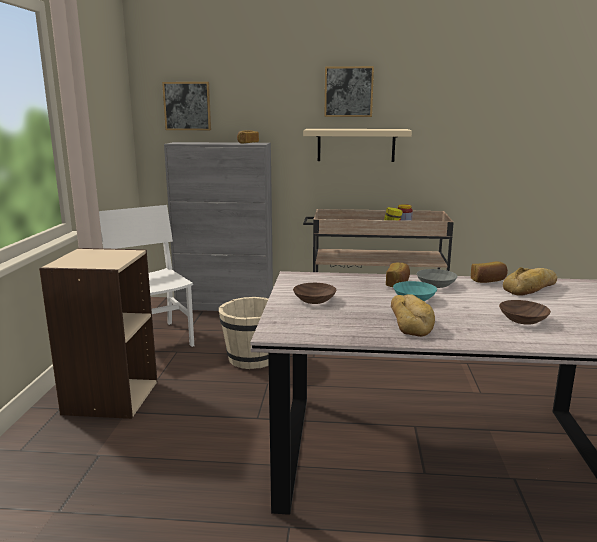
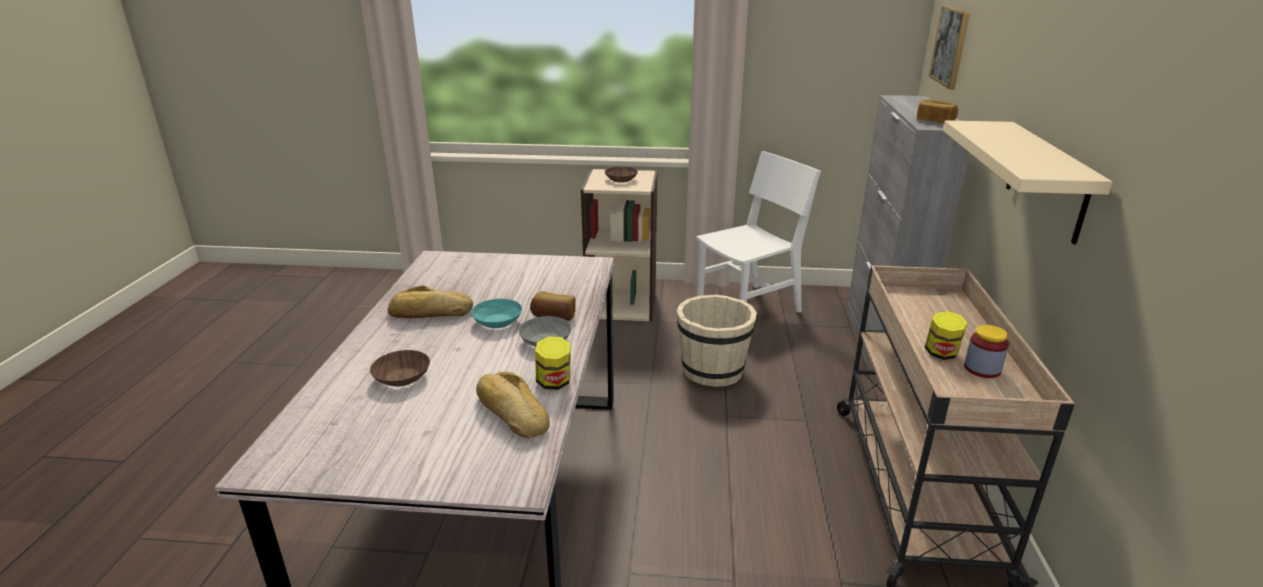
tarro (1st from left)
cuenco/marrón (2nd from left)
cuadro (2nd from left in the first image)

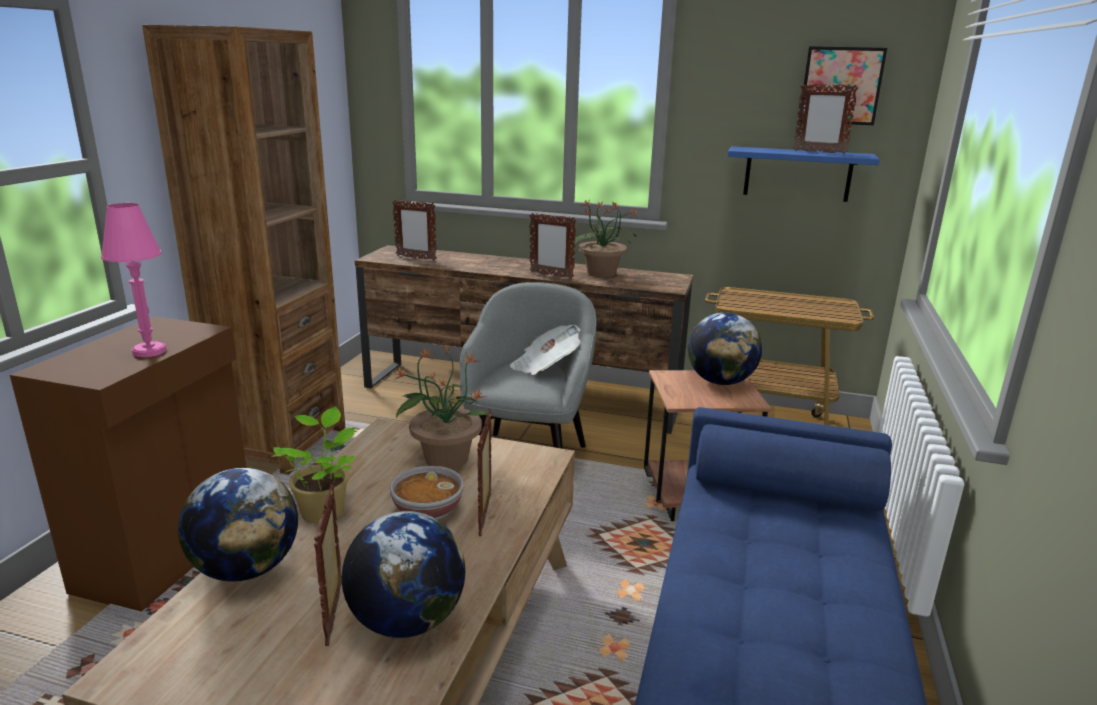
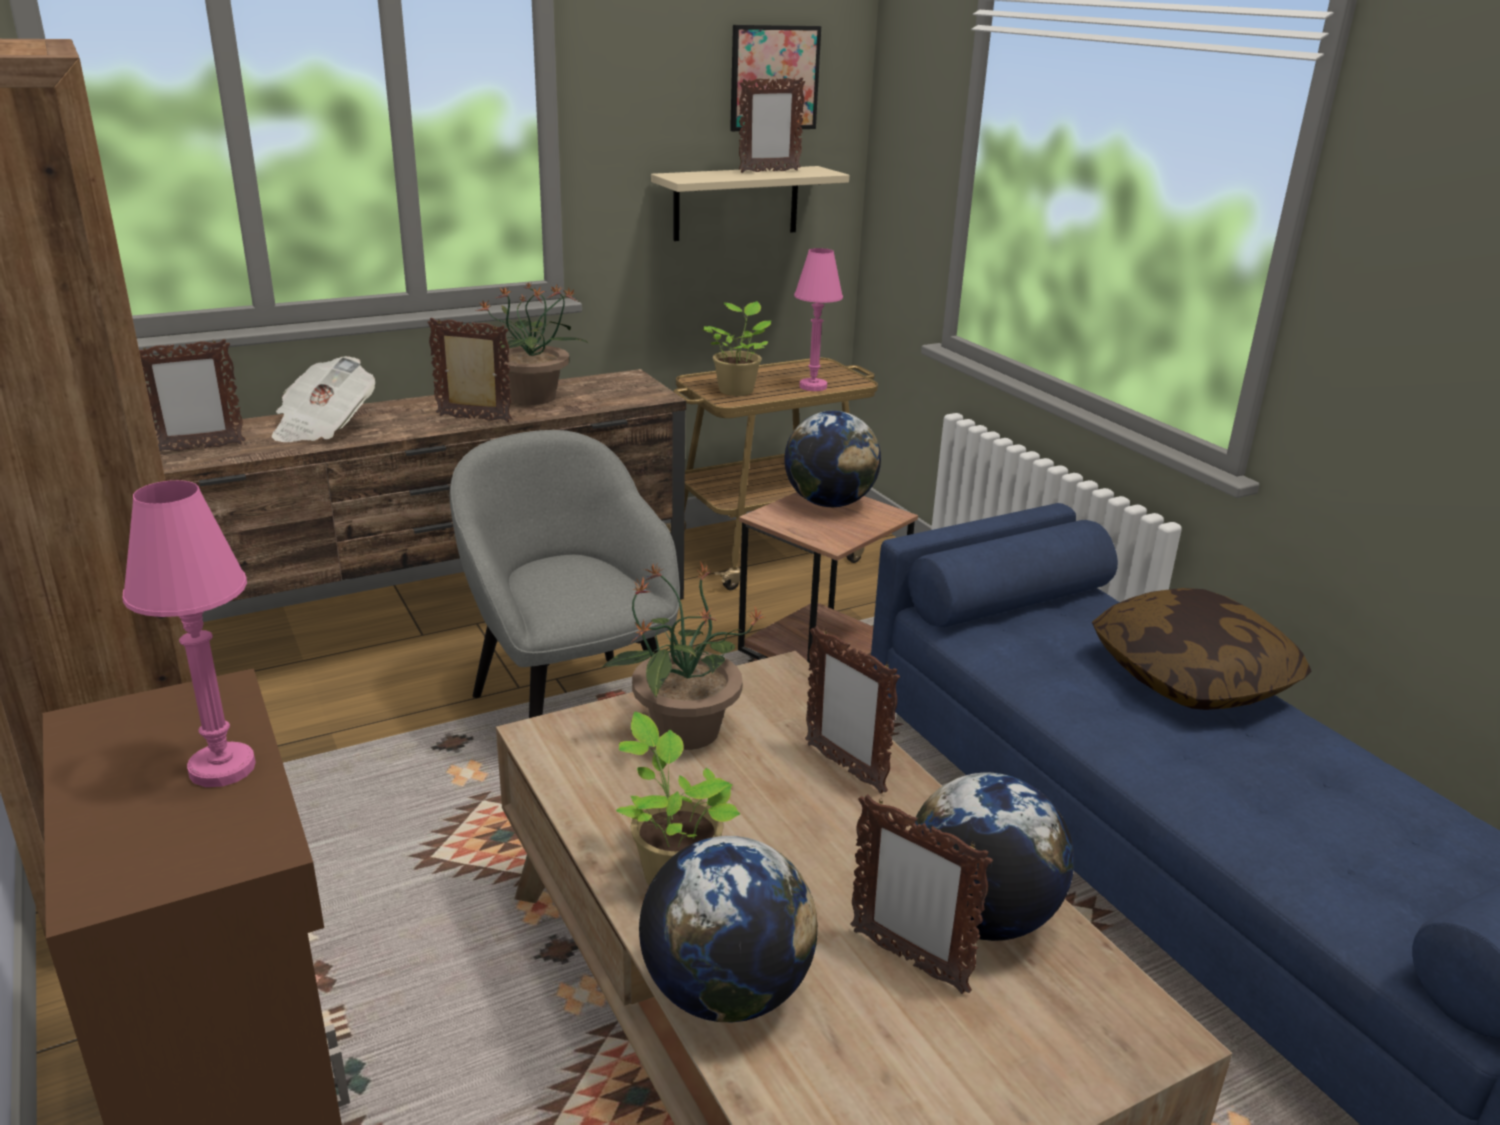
periódico
portarretratos (2nd from left)
estante/beis
planta en maceta (4th from left)
lámpara de mesa/rosa (2nd from left)
cojín
cuenco

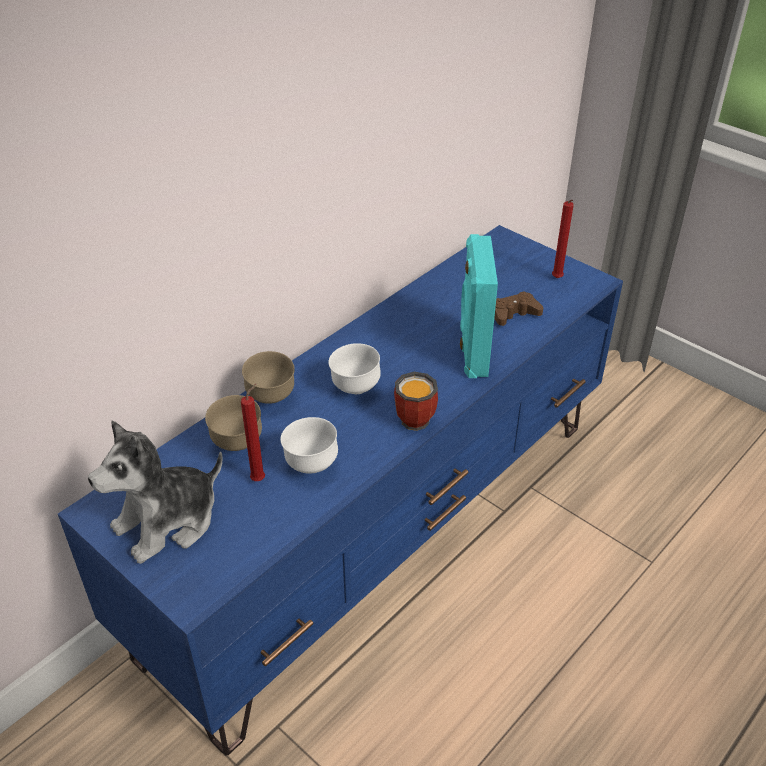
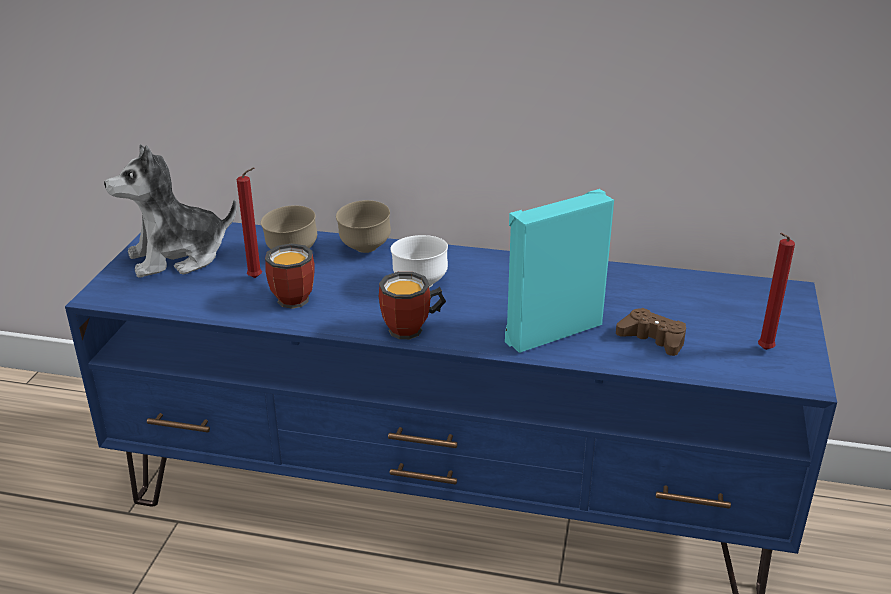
peluche
taza grande (1st from left)

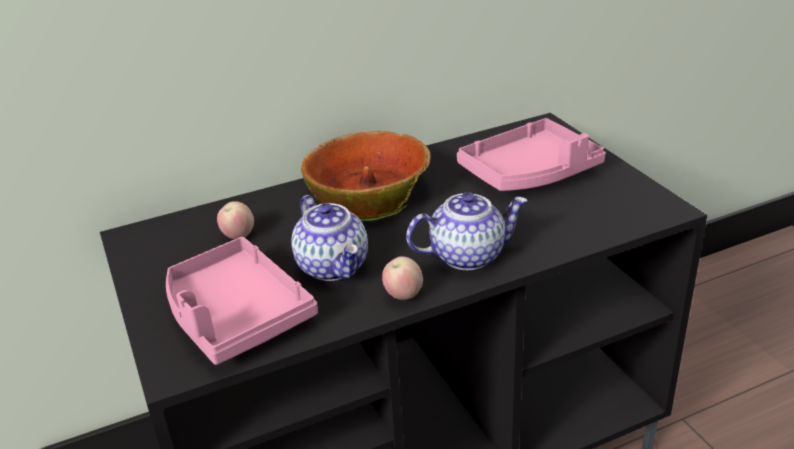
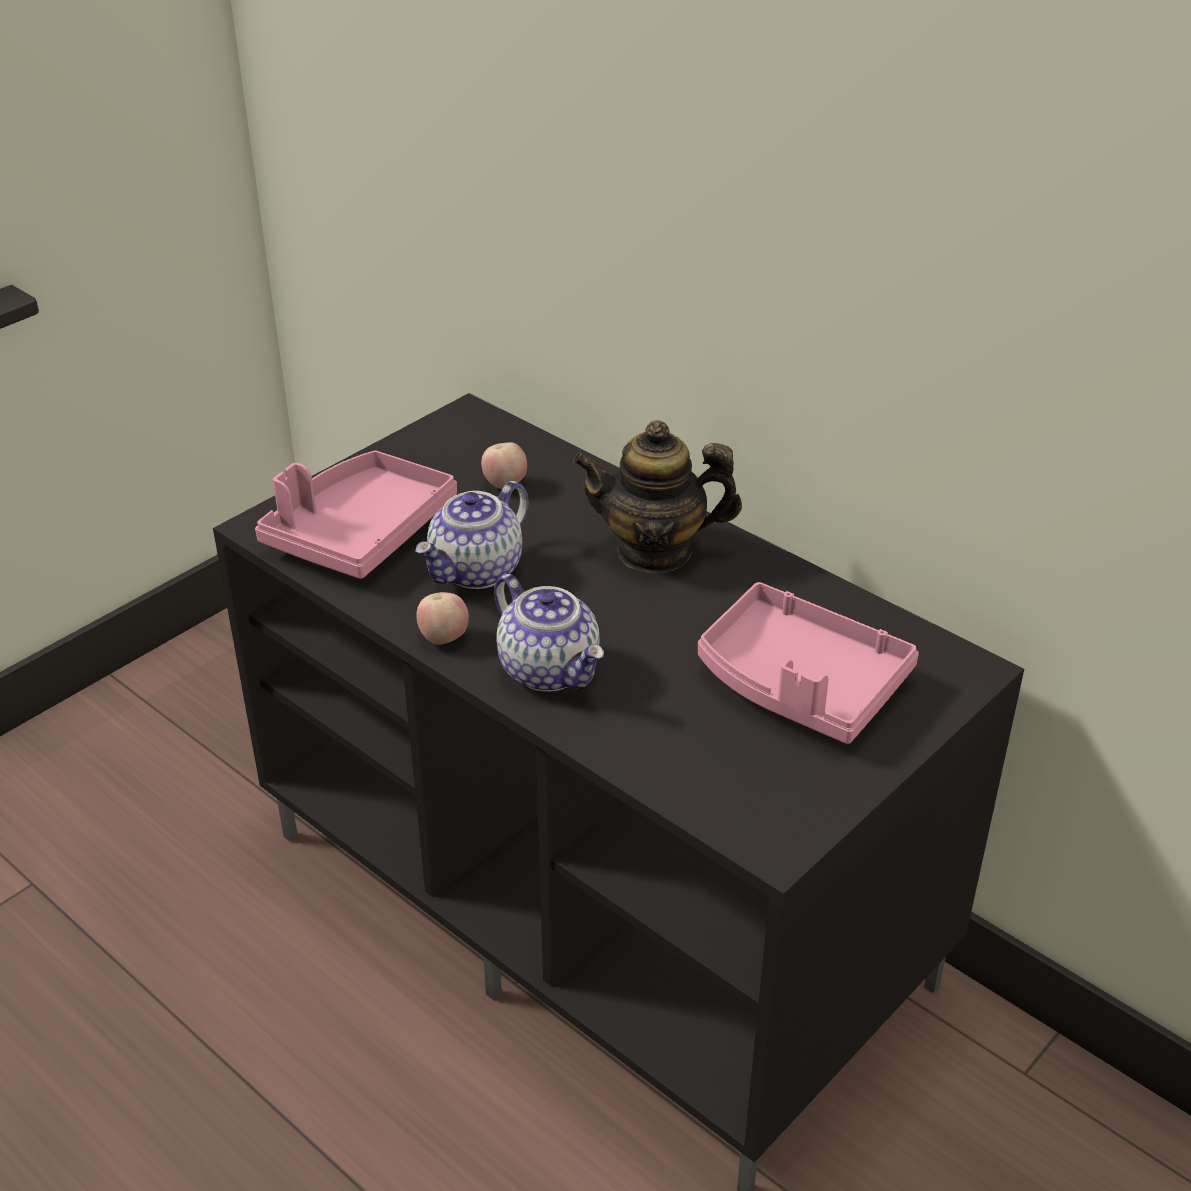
tetera (3rd from left)

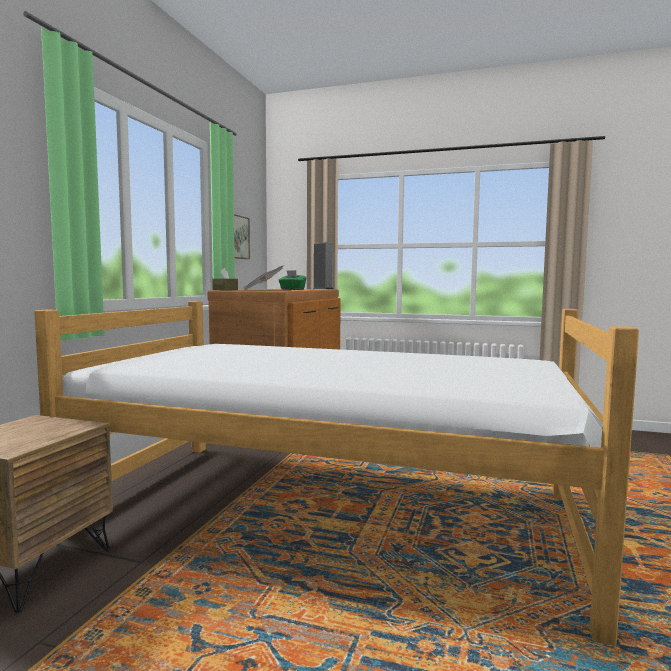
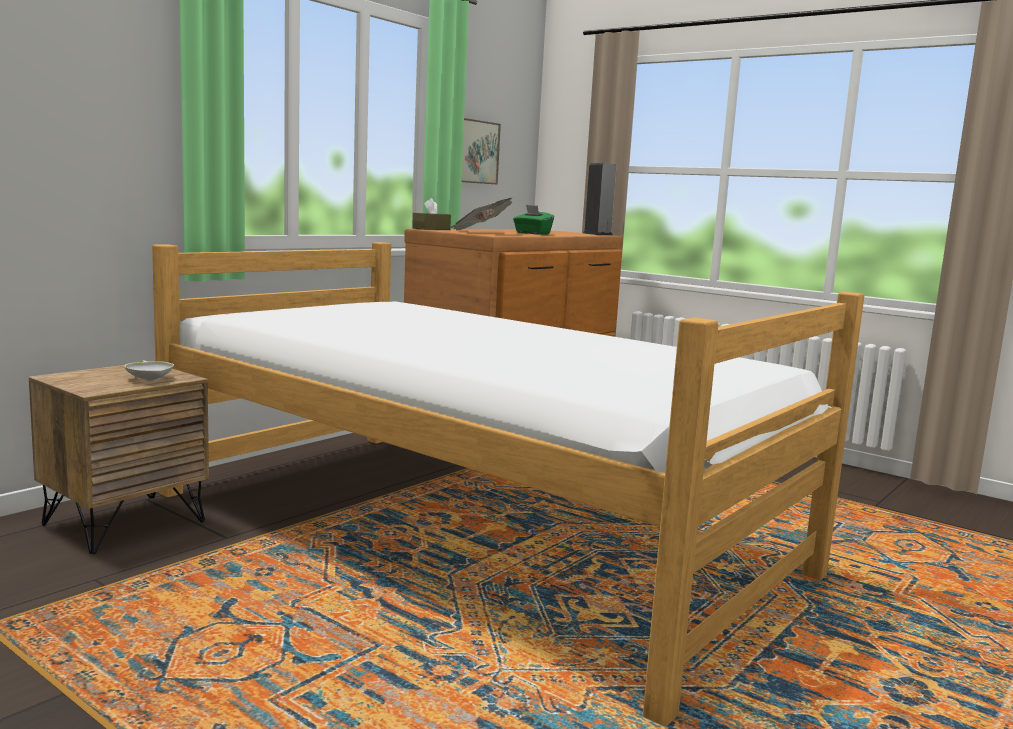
cuenco/blanco

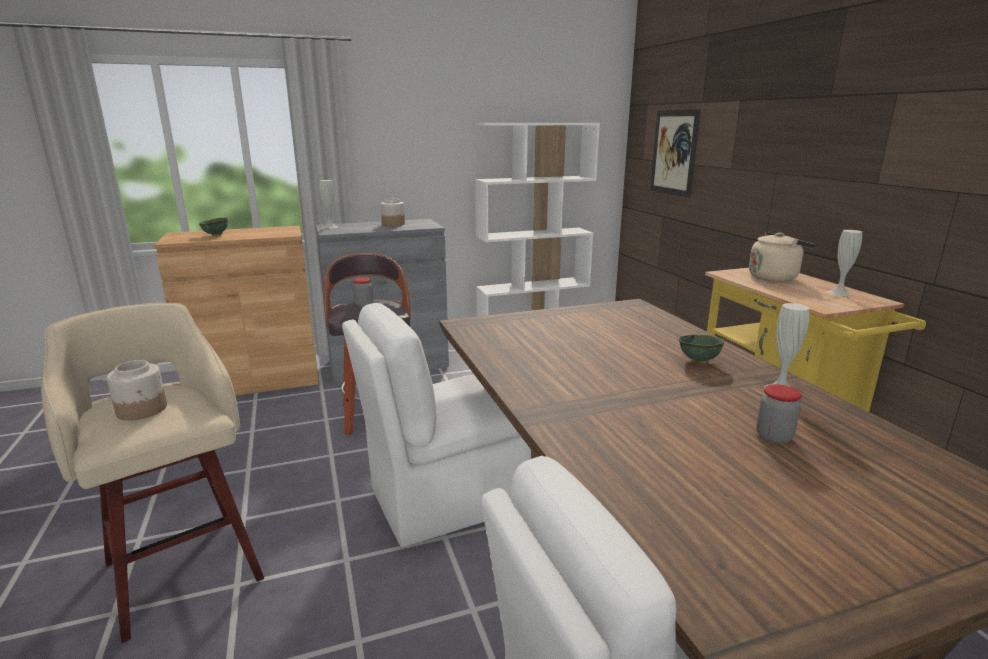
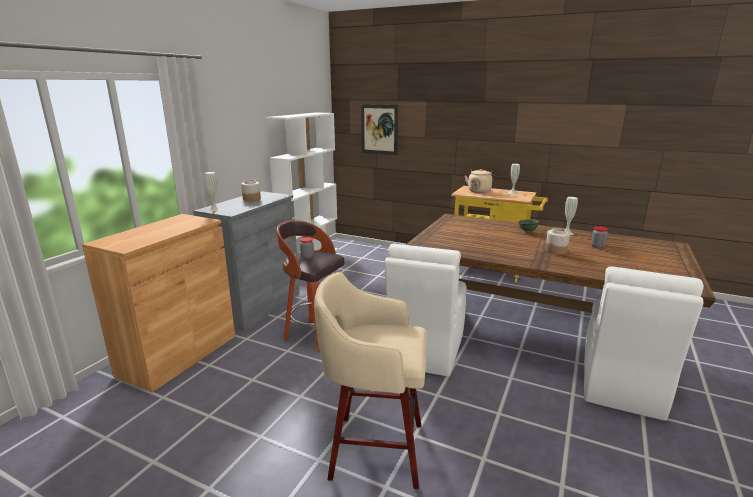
tarro (3rd from left)
cuenco/verde (1st from left in the first image)

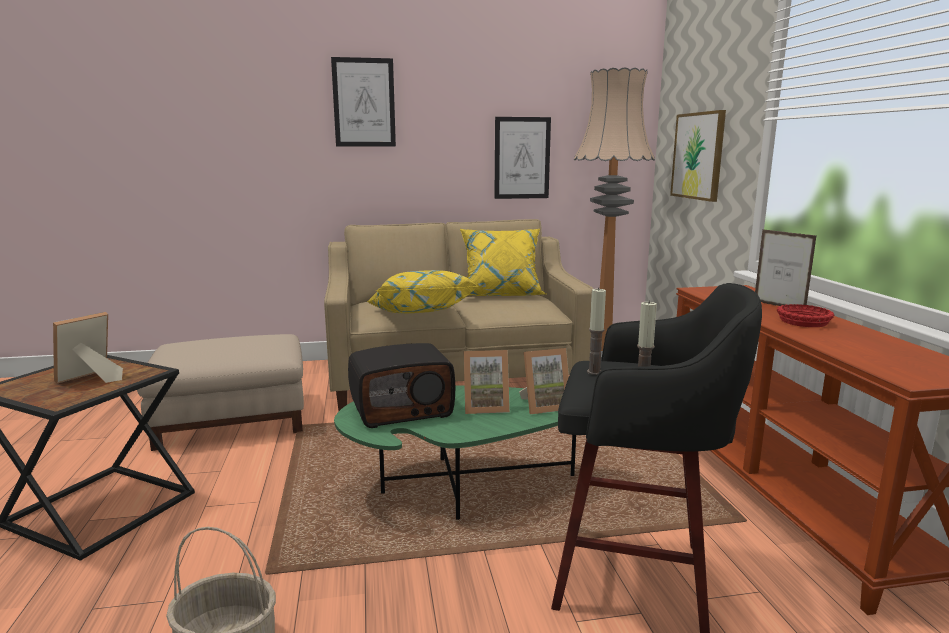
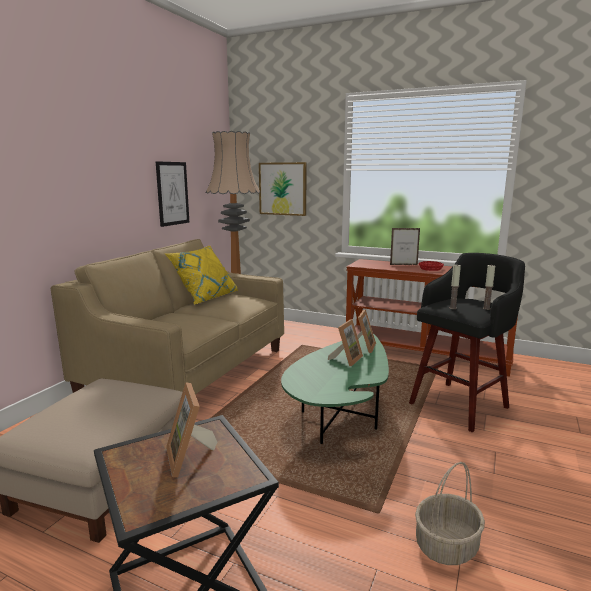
cuadro (1st from left in the first image)
radio
cojín/amarillo (1st from left in the first image)

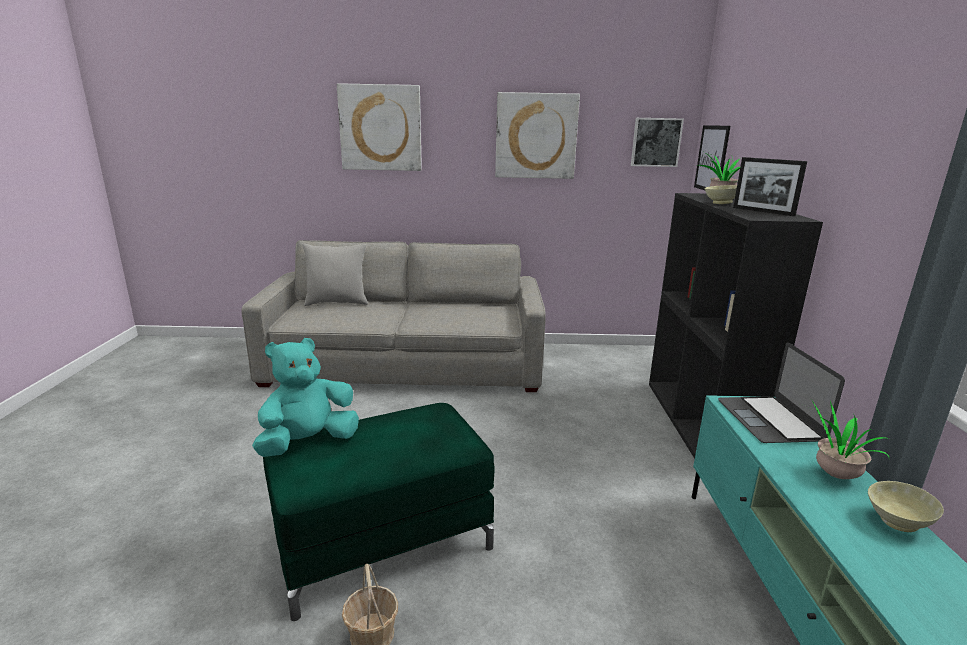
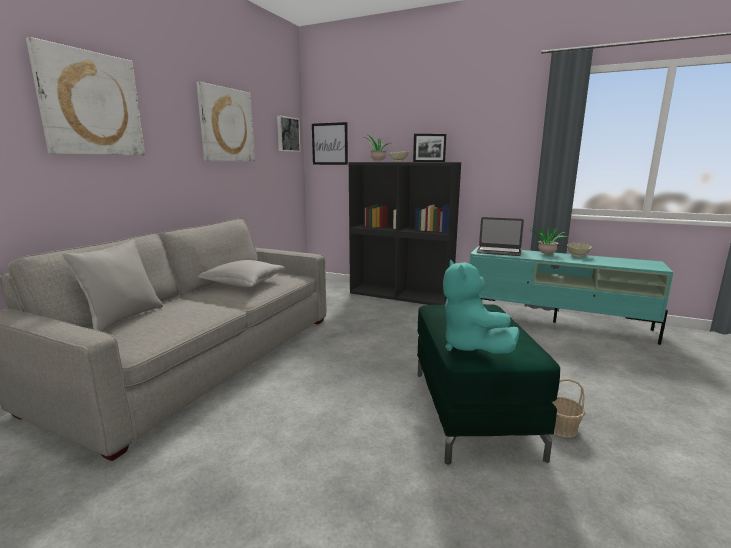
cojín/gris (2nd from left)

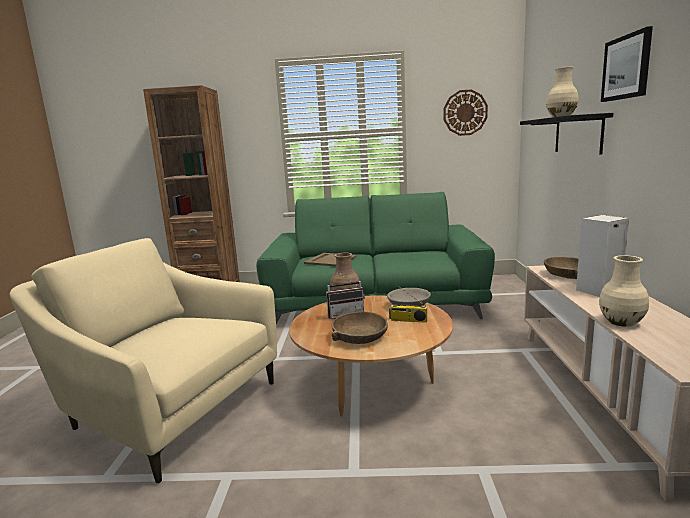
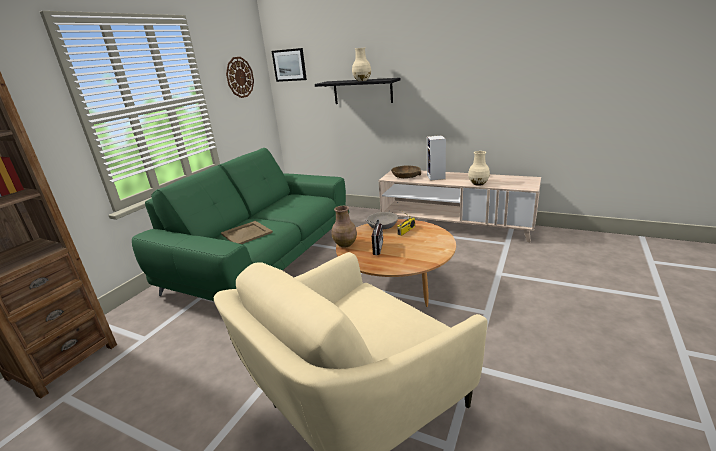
cuadro
cuenco/marrón (1st from left in the first image)

